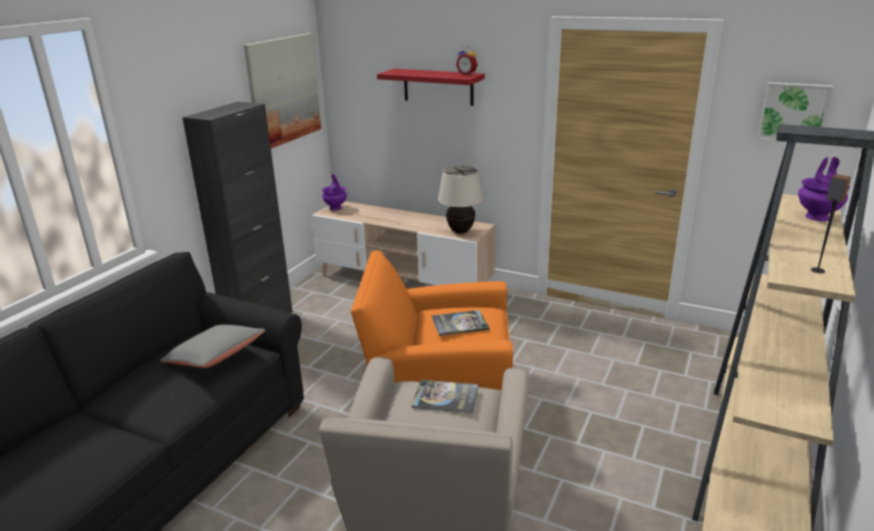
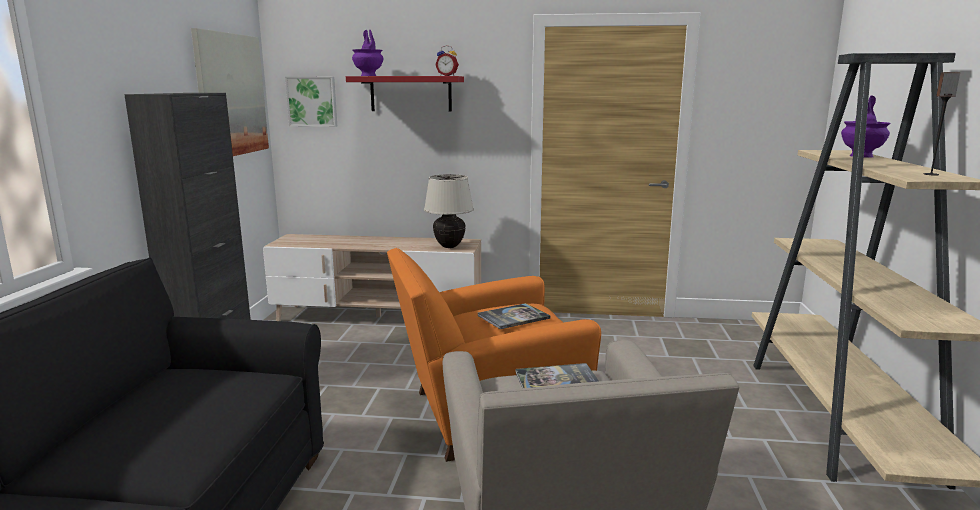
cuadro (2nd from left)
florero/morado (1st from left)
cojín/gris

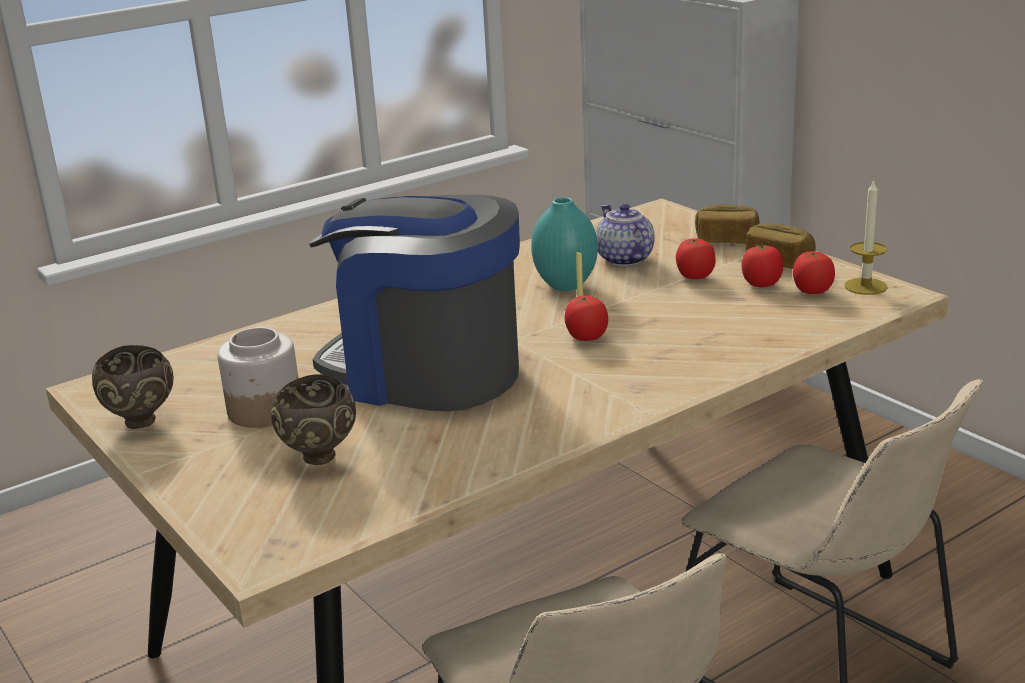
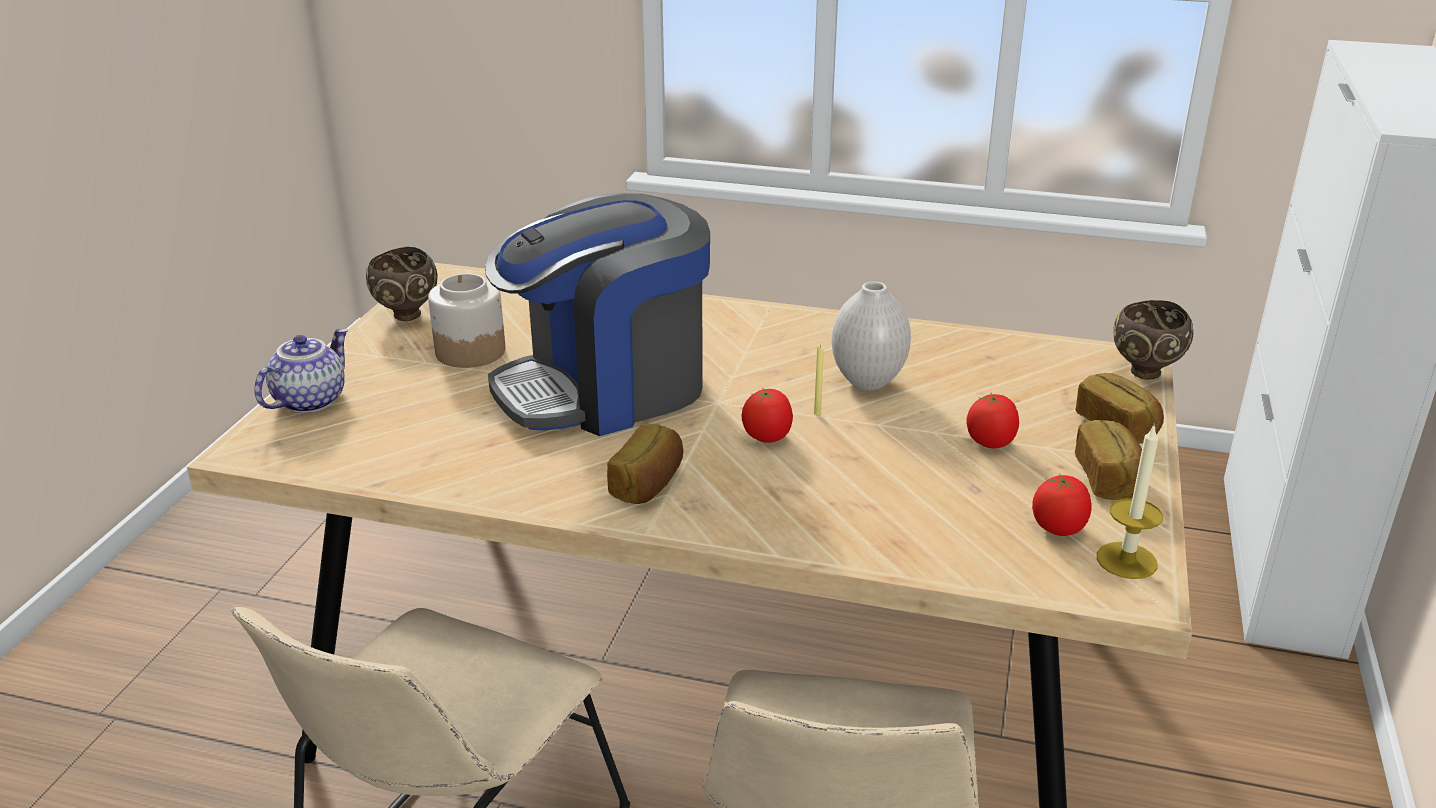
tetera
cafetera
pan (1st from left)
florero/blanco
cuenco/marrón (2nd from left)
tomate (3rd from left in the first image)

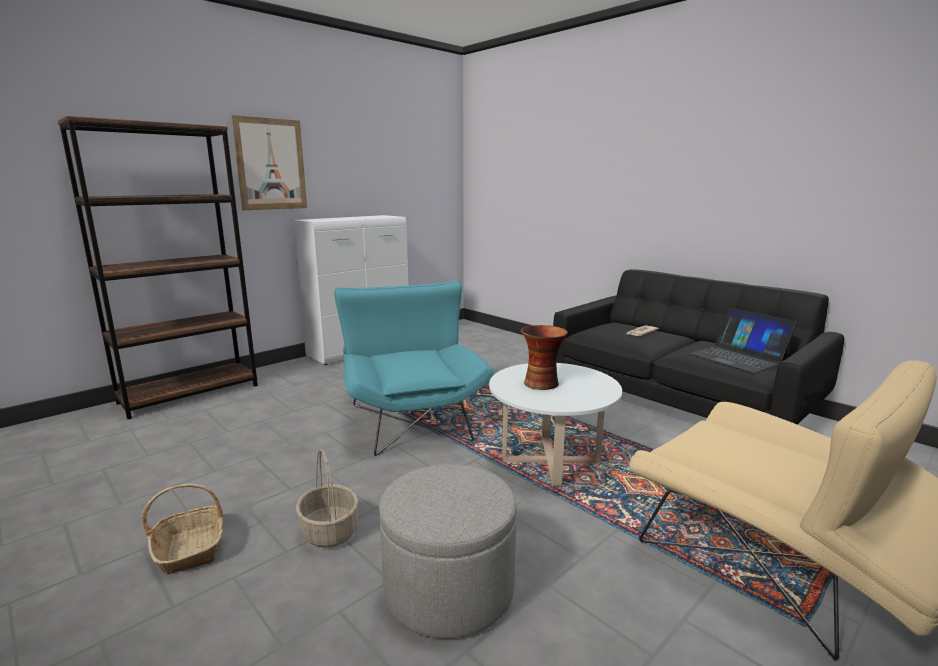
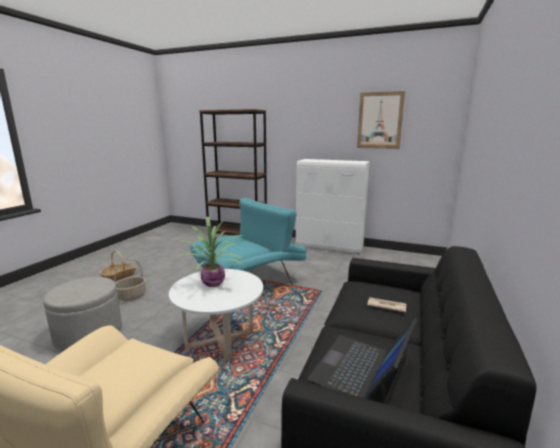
planta en maceta
cuadro

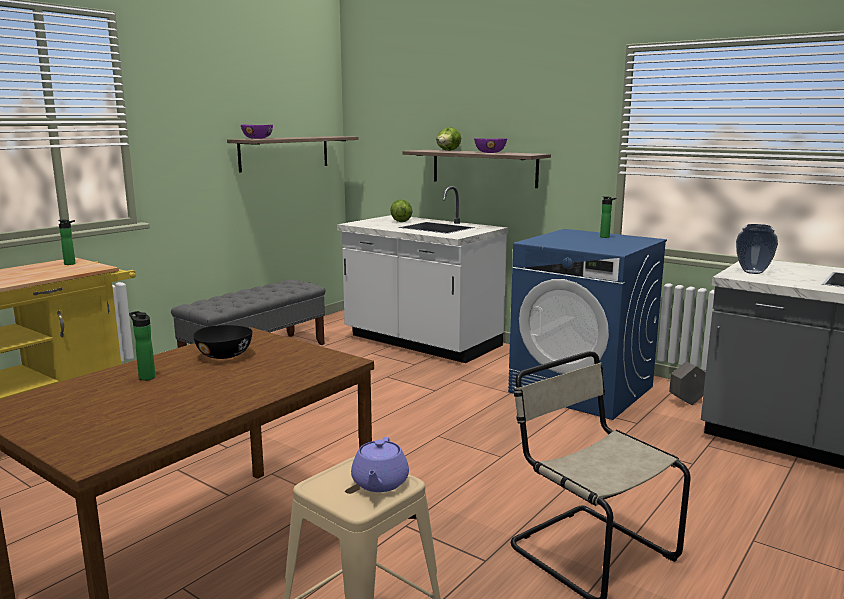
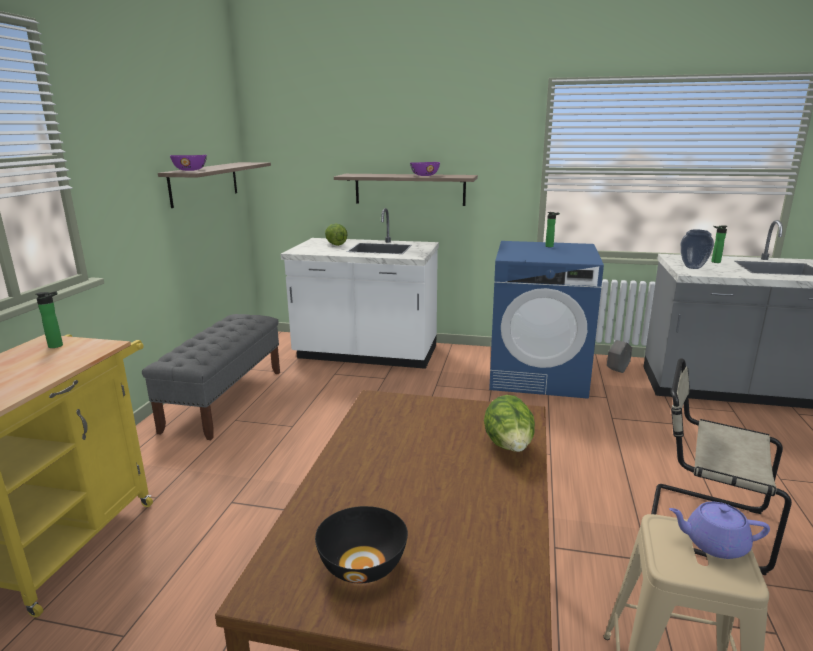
cuenco/negro
lechuga (2nd from left)
tetera/morado
botella (3rd from left)

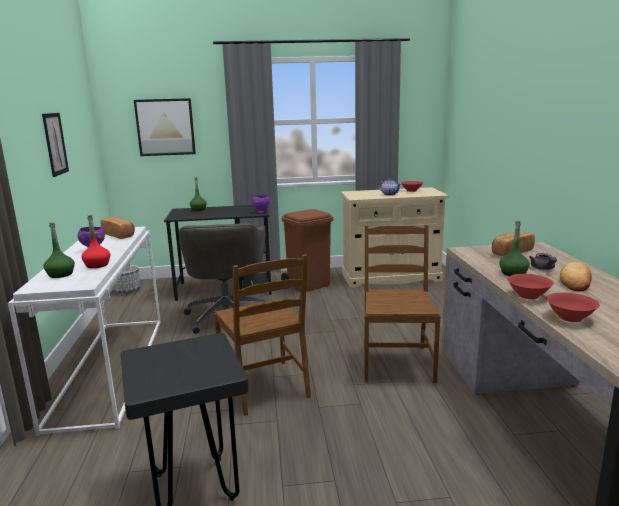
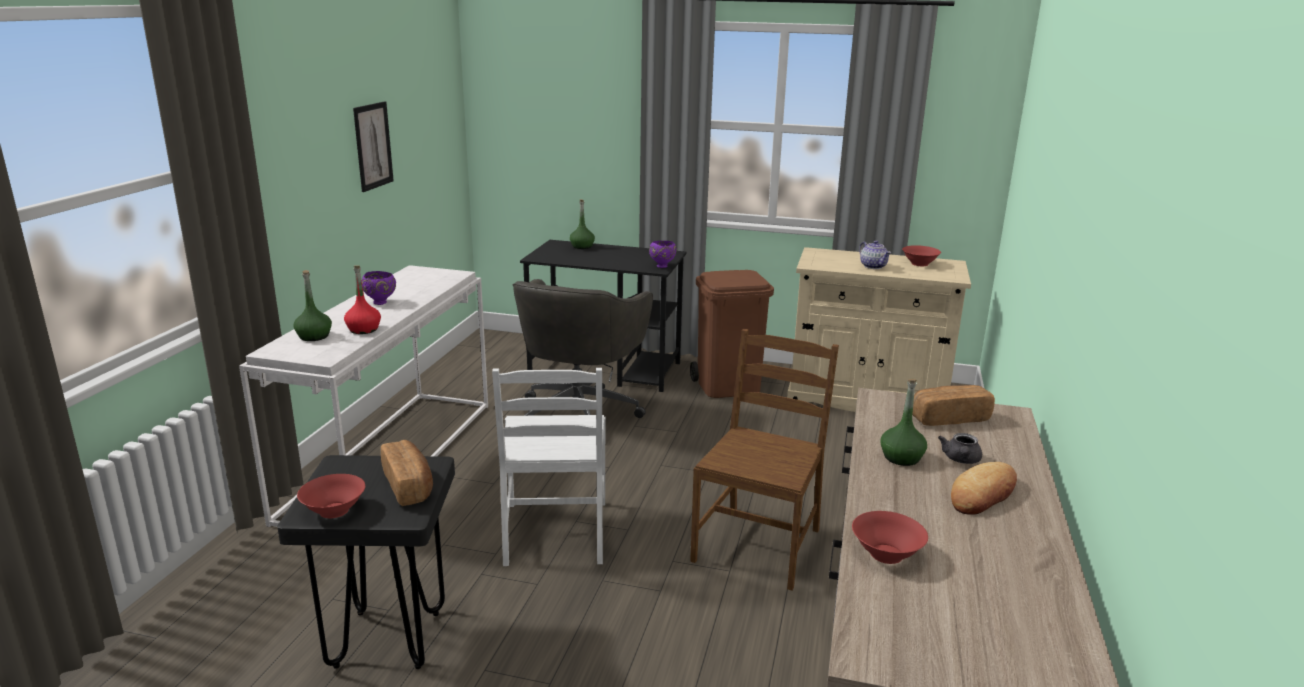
cuenco/rojo (1st from left)
pan (1st from left)
silla/blanco
maceta
cuadro (2nd from left in the first image)

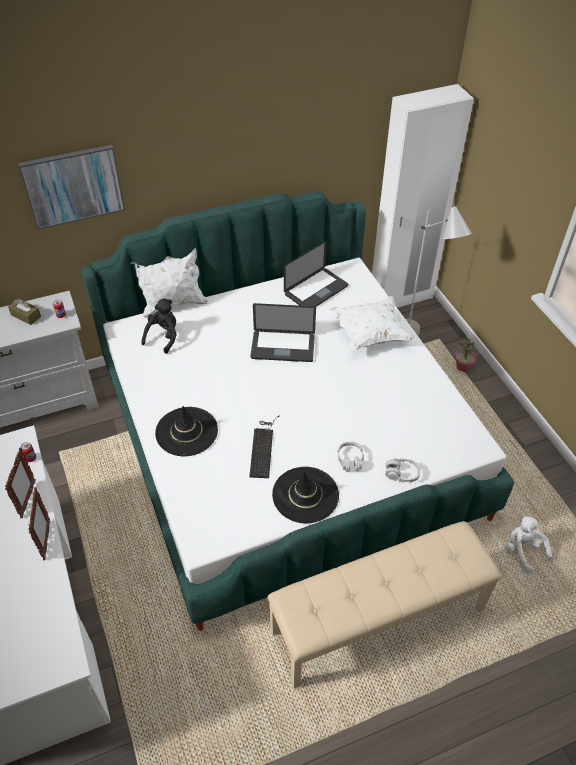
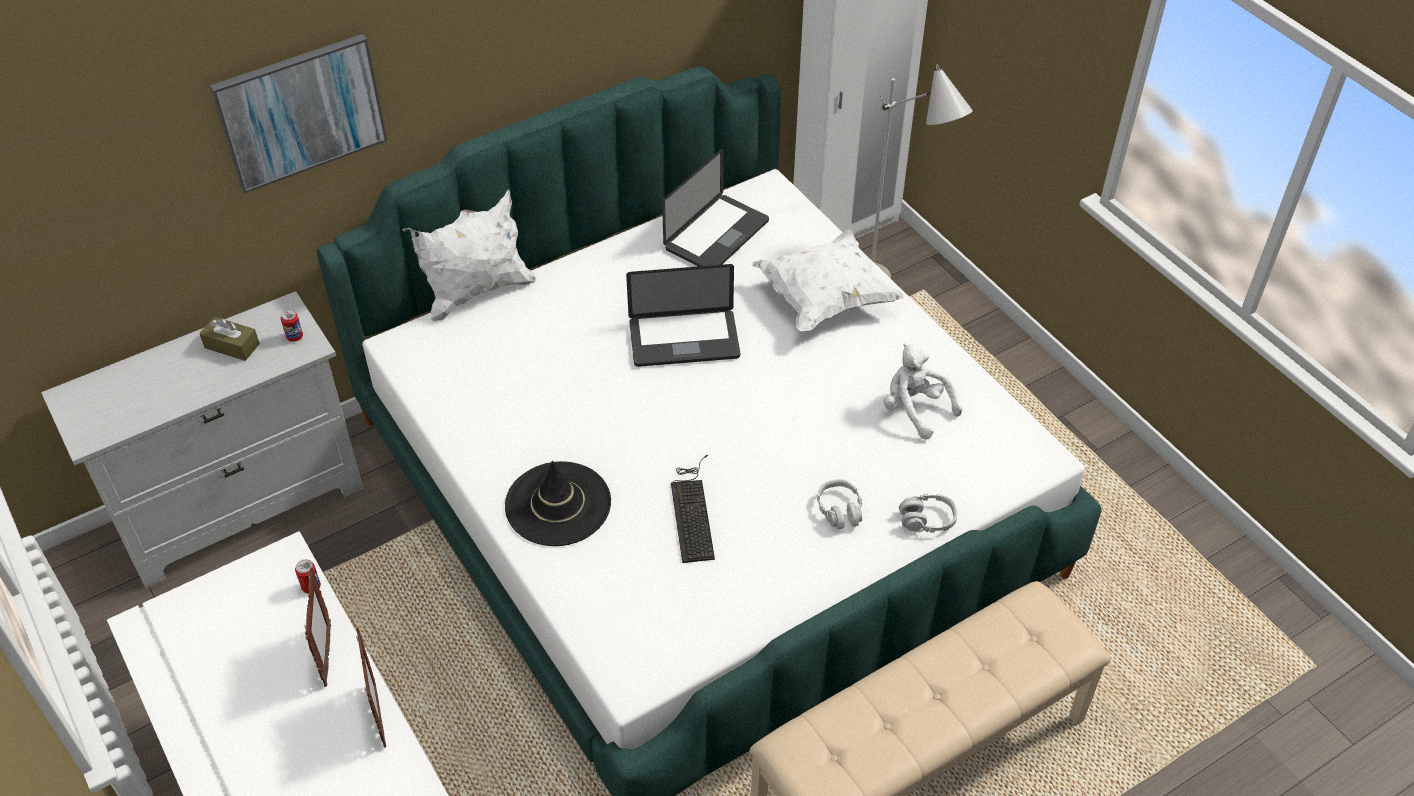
peluche/blanco
peluche/negro
sombrero/negro (2nd from left in the first image)
planta en maceta

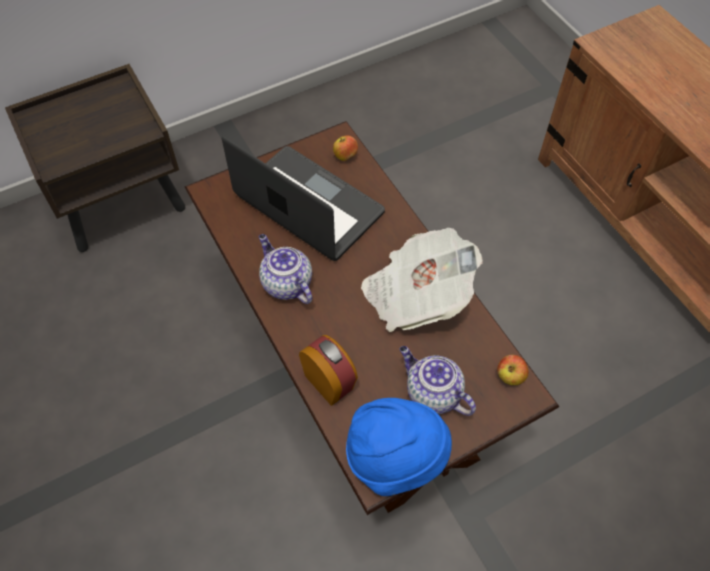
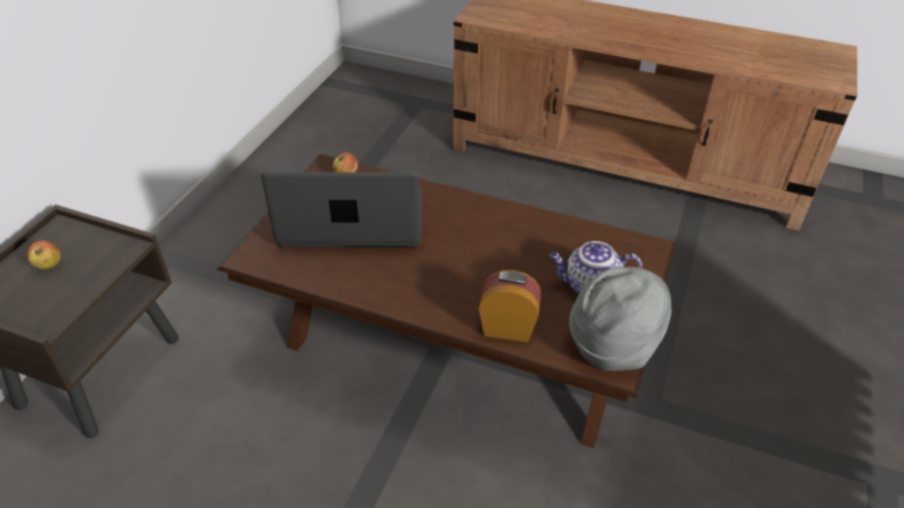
manzana (1st from left)
sombrero/gris
tetera (1st from left in the first image)
periódico

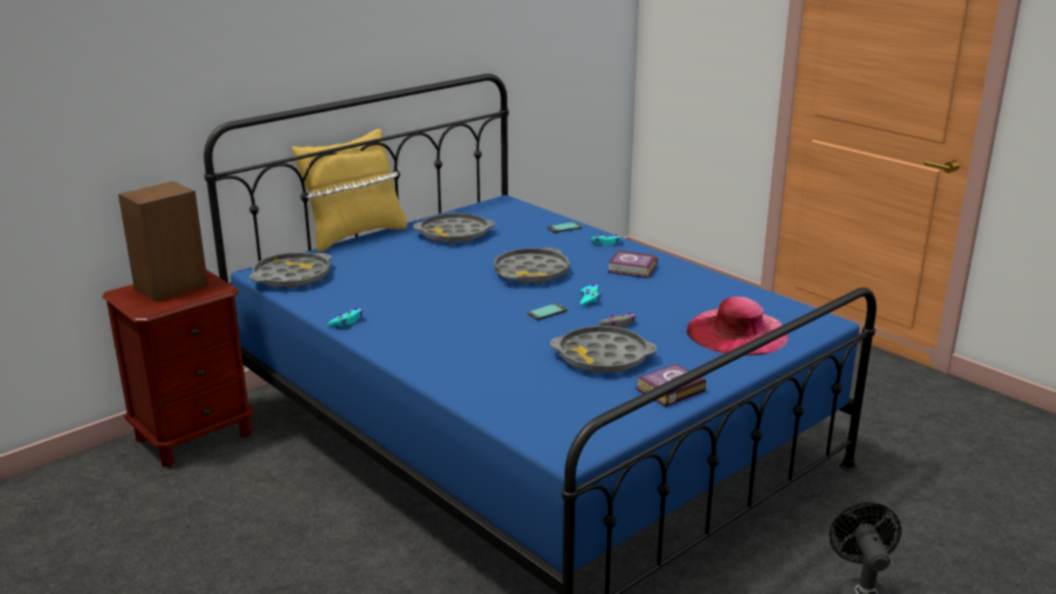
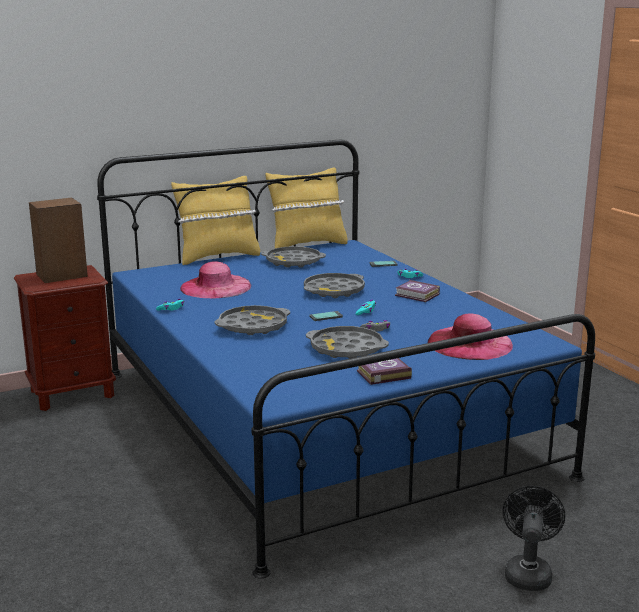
sombrero/rosa (1st from left)
bandeja/gris (1st from left)
cojín/amarillo (2nd from left)

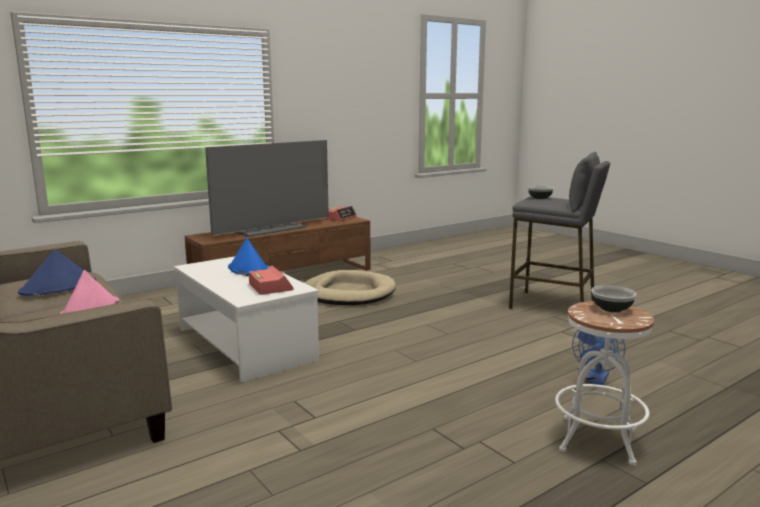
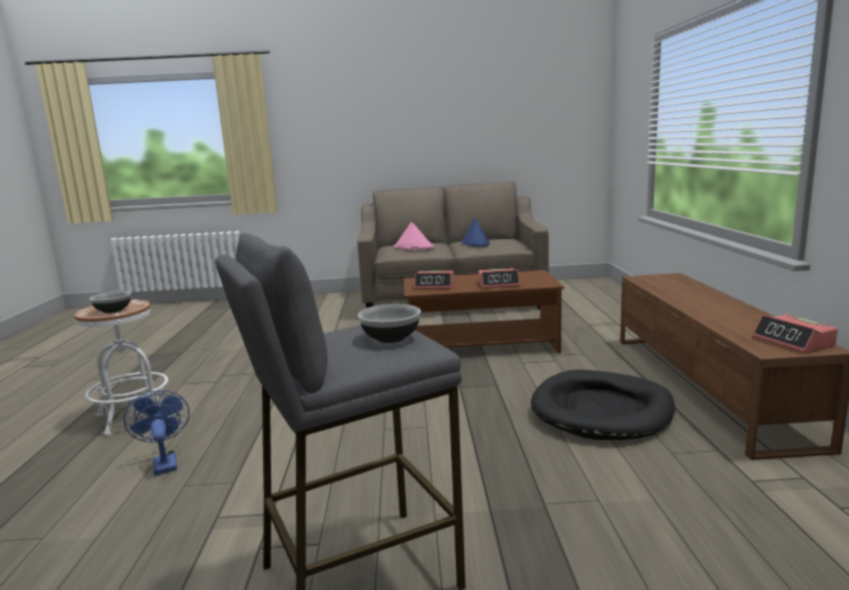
mesa de centro/marrón
despertador (2nd from left)
cama para perro/negro
televisor

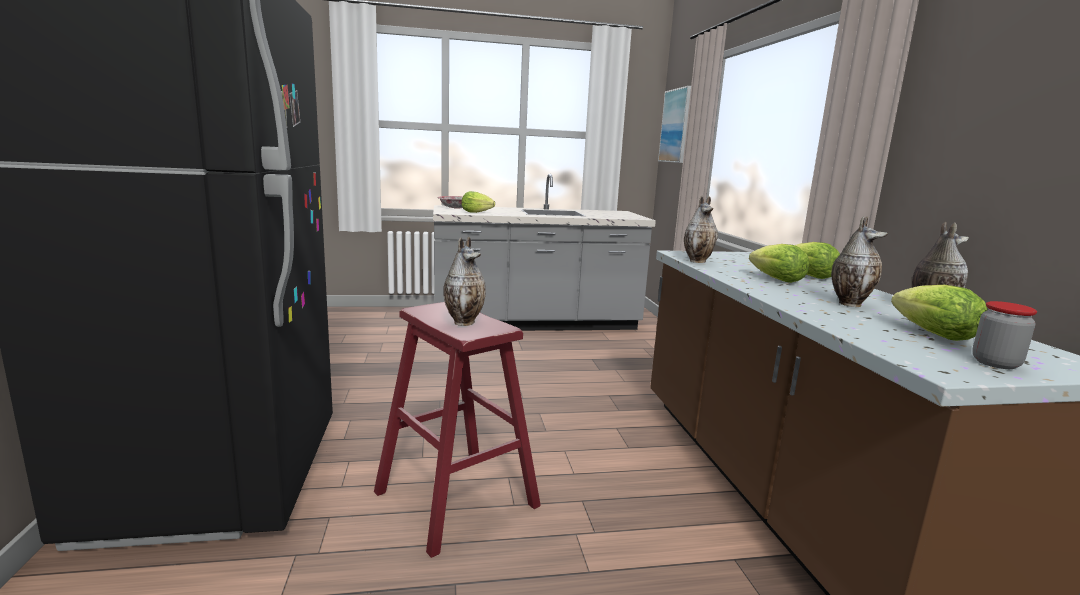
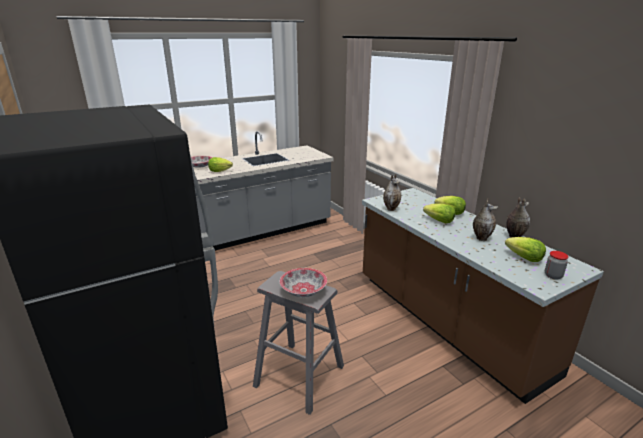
taburete/gris
cuenco (2nd from left)
cuadro

